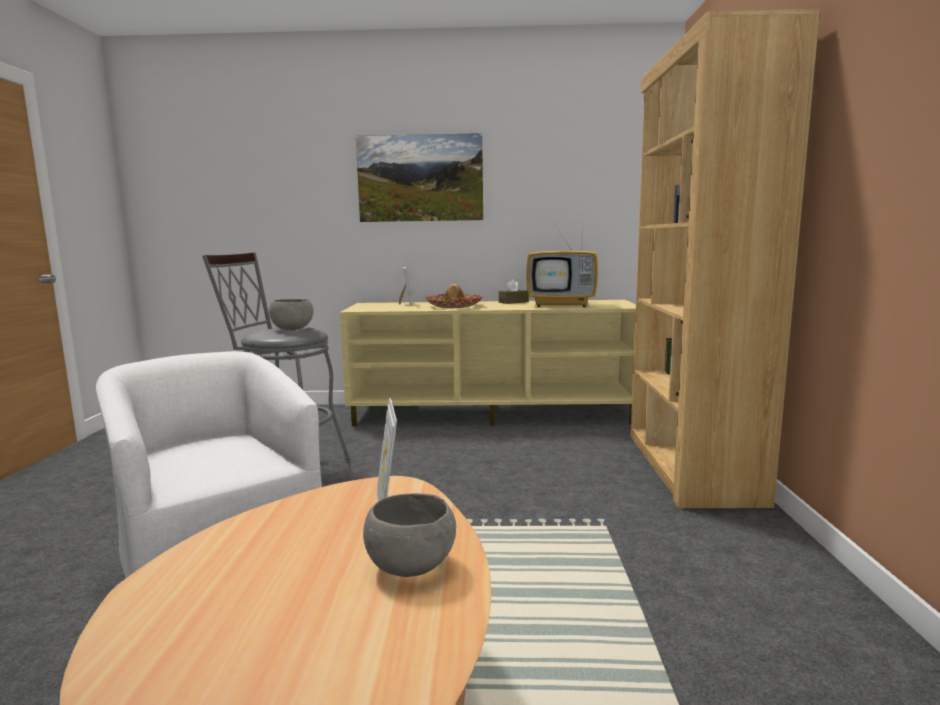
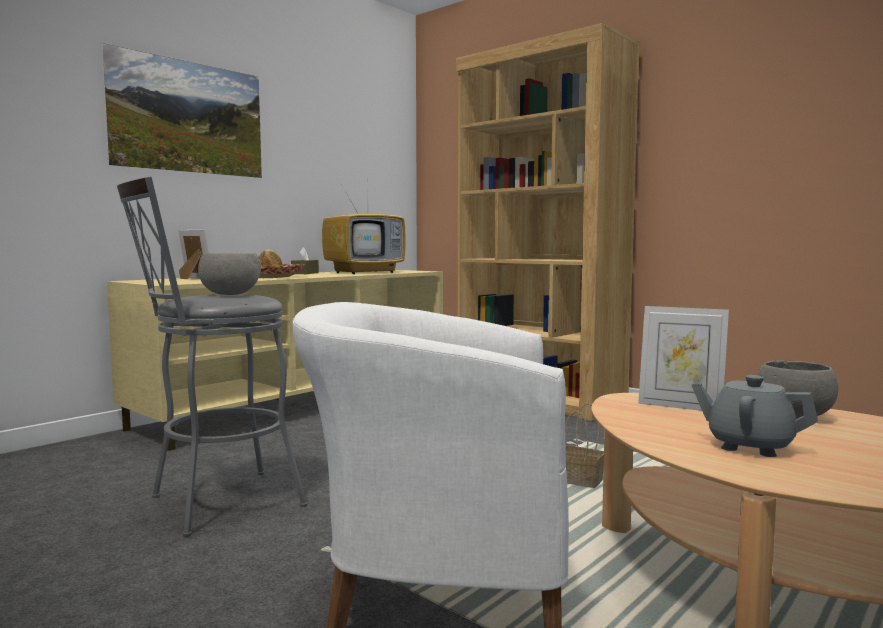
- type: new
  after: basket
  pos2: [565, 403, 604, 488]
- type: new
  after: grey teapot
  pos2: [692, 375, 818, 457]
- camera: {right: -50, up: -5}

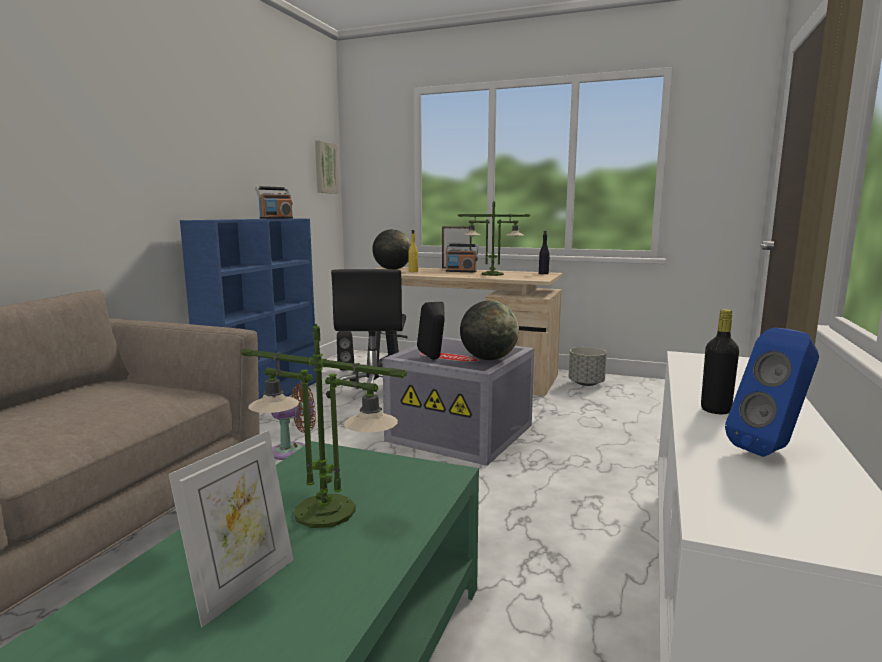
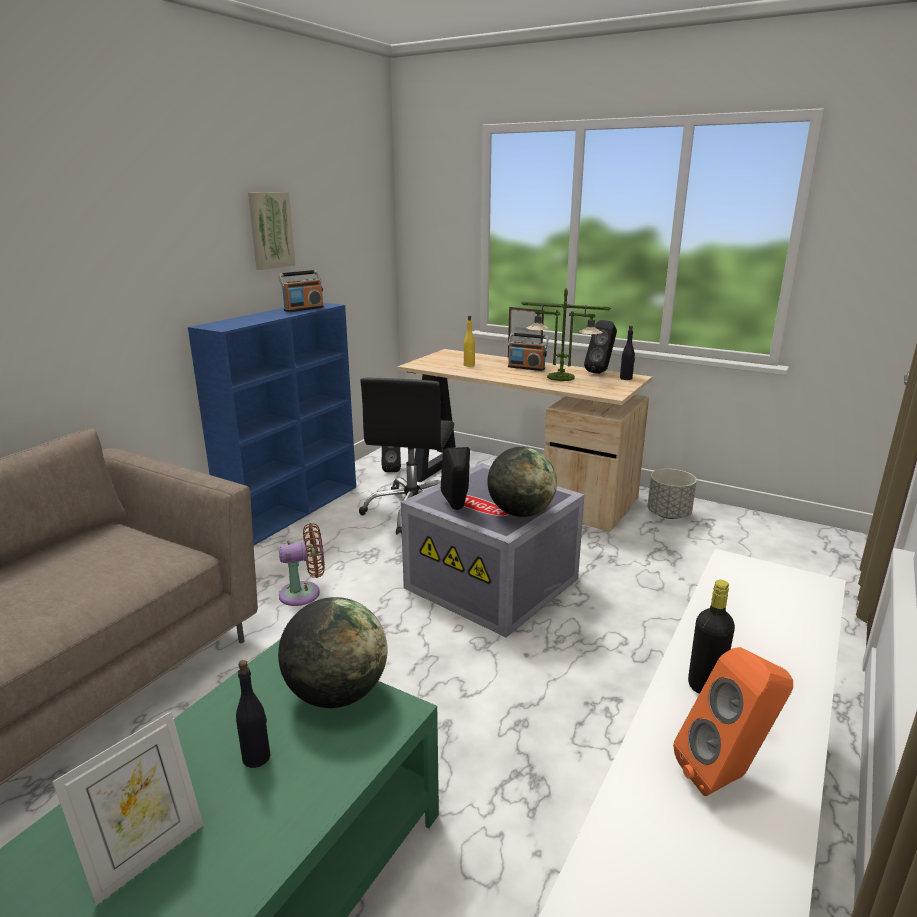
- type: swapped
  before: table lamp
  after: black bottle
  pos1: [241, 324, 407, 528]
  pos2: [236, 660, 270, 768]
- type: shifted
  before: picture
  pos1: [315, 141, 339, 194]
  pos2: [248, 192, 295, 270]
- type: shifted
  before: globe
  pos1: [372, 229, 411, 269]
  pos2: [278, 597, 388, 708]
- type: repainted
  before: blue speaker
  after: orange speaker
  pos1: [725, 327, 819, 457]
  pos2: [673, 647, 793, 796]
- type: new
  after: black speaker
  pos2: [584, 320, 617, 374]
- camera: {right: 10, up: 10}

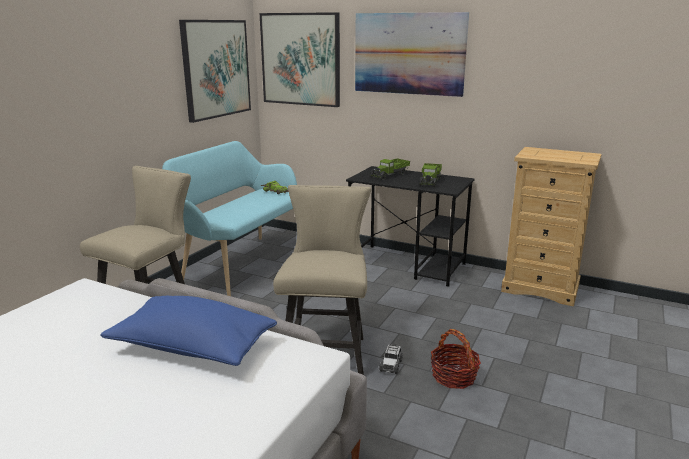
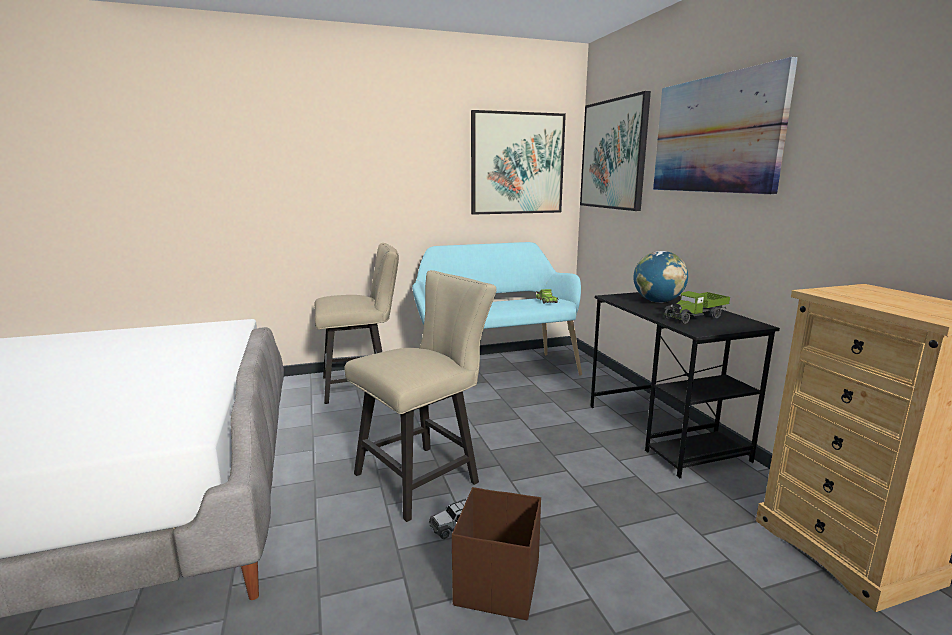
- type: gone
  before: blue pillow
  pos1: [100, 296, 277, 366]
- type: swapped
  before: toy truck
  after: globe
  pos1: [370, 158, 410, 180]
  pos2: [633, 251, 688, 303]
- type: swapped
  before: basket
  after: brown storage box
  pos1: [430, 329, 481, 389]
  pos2: [452, 487, 541, 620]
- camera: {right: 45, up: -5}

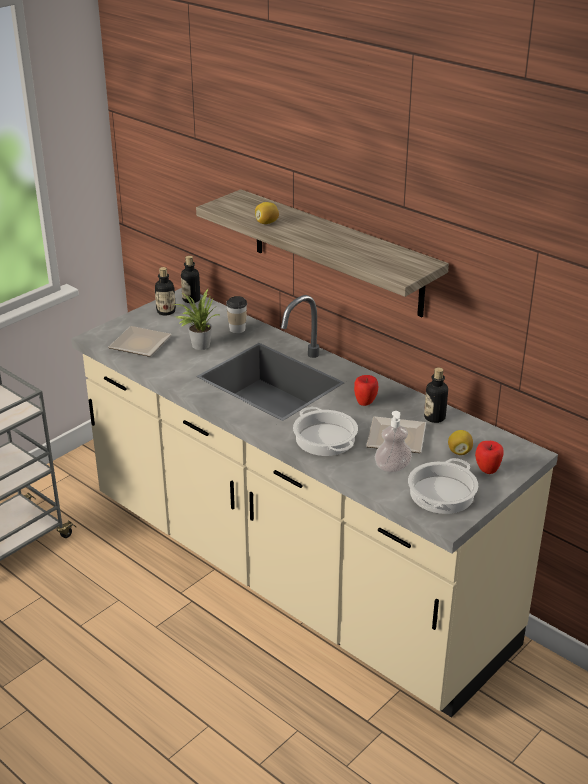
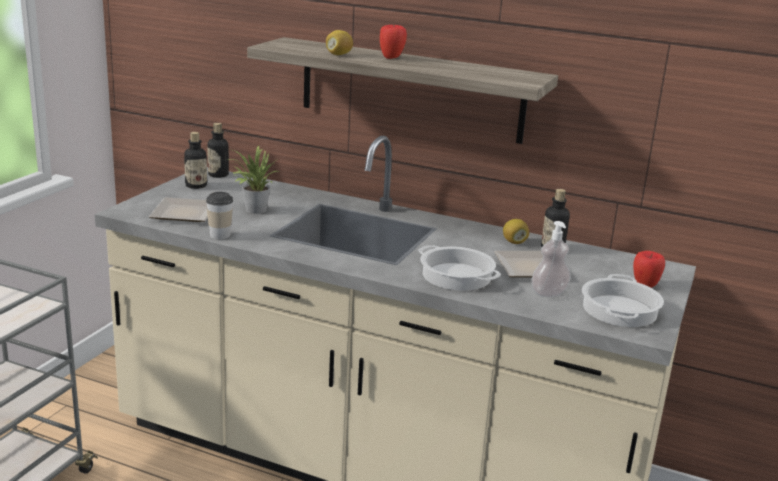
- type: shifted
  before: cup
  pos1: [226, 296, 247, 333]
  pos2: [206, 192, 233, 239]
- type: shifted
  before: apple
  pos1: [354, 375, 378, 406]
  pos2: [380, 25, 407, 59]
- type: shifted
  before: lemon
  pos1: [448, 430, 473, 455]
  pos2: [503, 219, 529, 244]
- camera: {right: -20, up: -10}

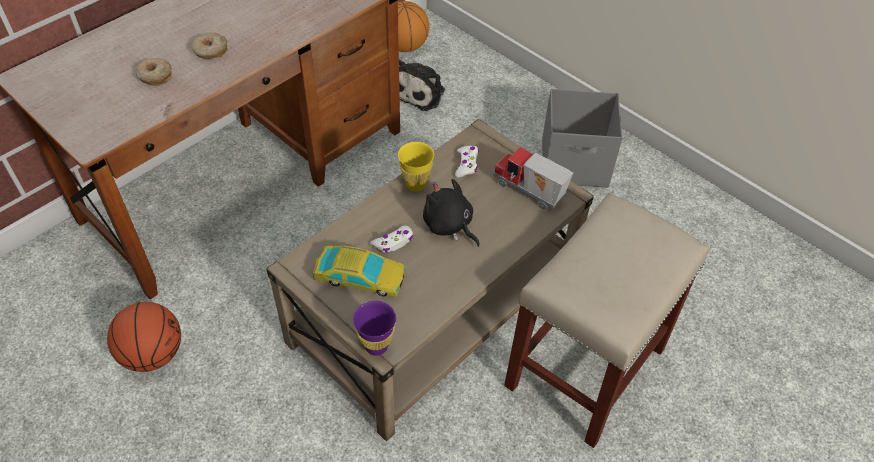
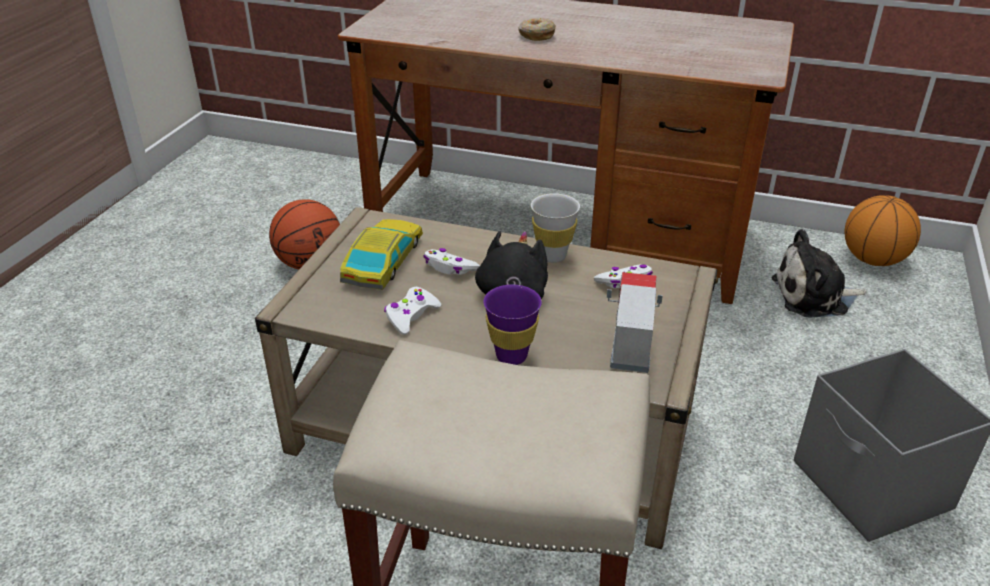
- type: gone
  before: donut
  pos1: [136, 58, 172, 86]
- type: rotated
  before: toy car
  pos1: [313, 246, 406, 297]
  pos2: [340, 219, 423, 290]
  turn: -150
- type: shifted
  before: purple cup
  pos1: [353, 301, 396, 356]
  pos2: [484, 285, 542, 365]
- type: repainted
  before: yellow cup
  after: white cup
  pos1: [398, 142, 434, 192]
  pos2: [531, 193, 580, 263]
- type: new
  after: white game controller
  pos2: [384, 287, 441, 335]
- camera: {right: 65, up: -15}

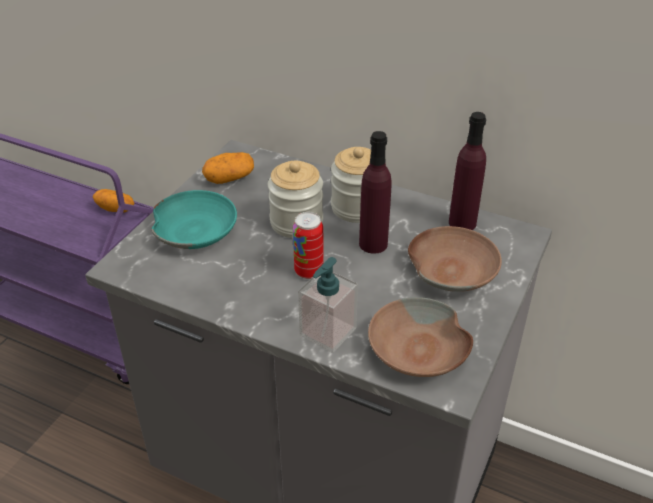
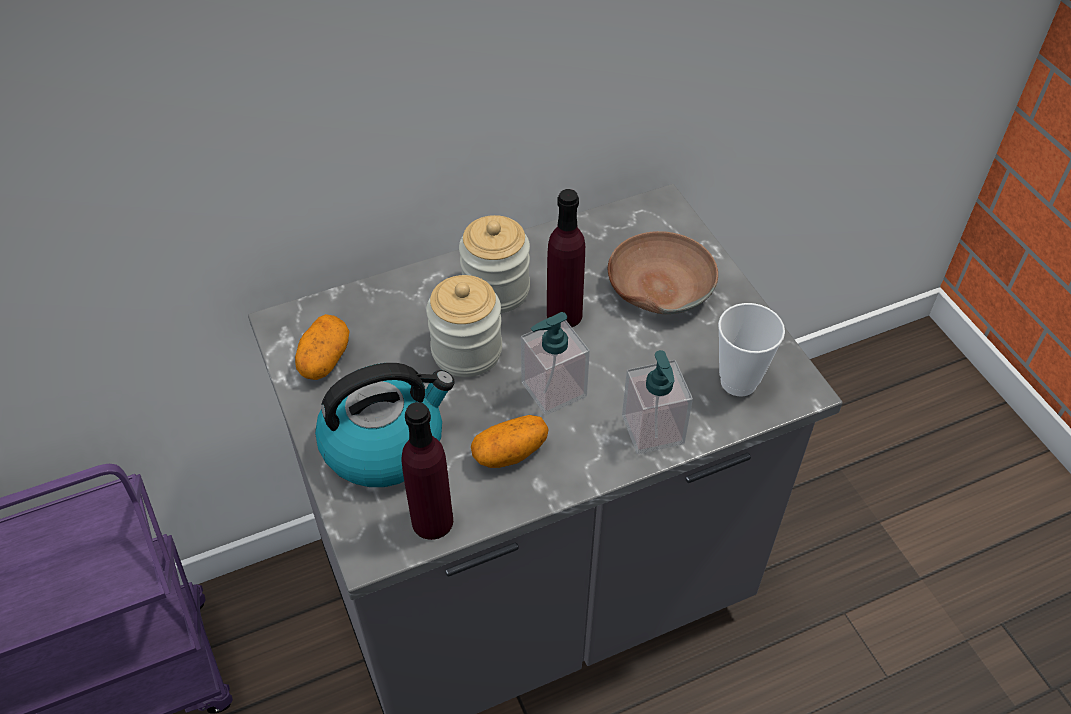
- type: shifted
  before: potato
  pos1: [93, 189, 134, 213]
  pos2: [471, 415, 549, 468]
- type: swapped
  before: turquoise bowl
  after: kettle
  pos1: [151, 190, 237, 249]
  pos2: [315, 363, 455, 487]
- type: swapped
  before: can
  after: soap dispenser
  pos1: [293, 212, 323, 279]
  pos2: [521, 312, 590, 415]
- type: swapped
  before: brown bowl
  after: cup
  pos1: [368, 297, 473, 377]
  pos2: [718, 303, 785, 396]
- type: shifted
  before: purple bottle
  pos1: [449, 112, 486, 230]
  pos2: [402, 402, 453, 540]
- camera: {right: -50, up: 10}

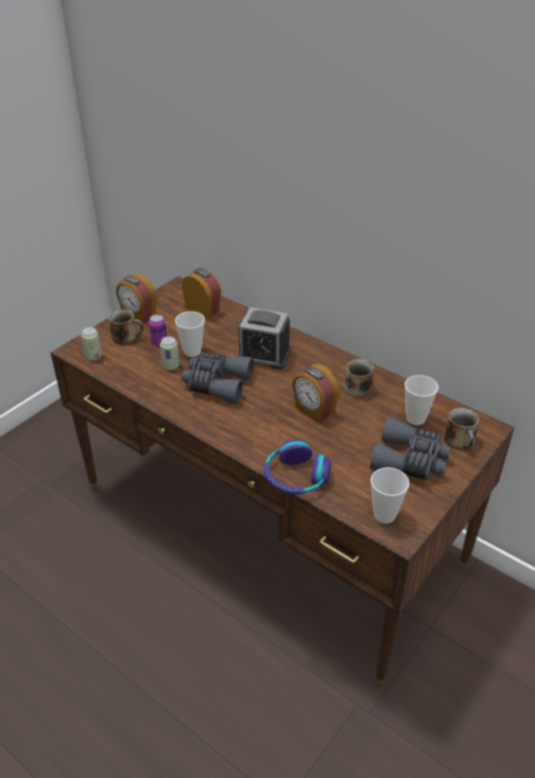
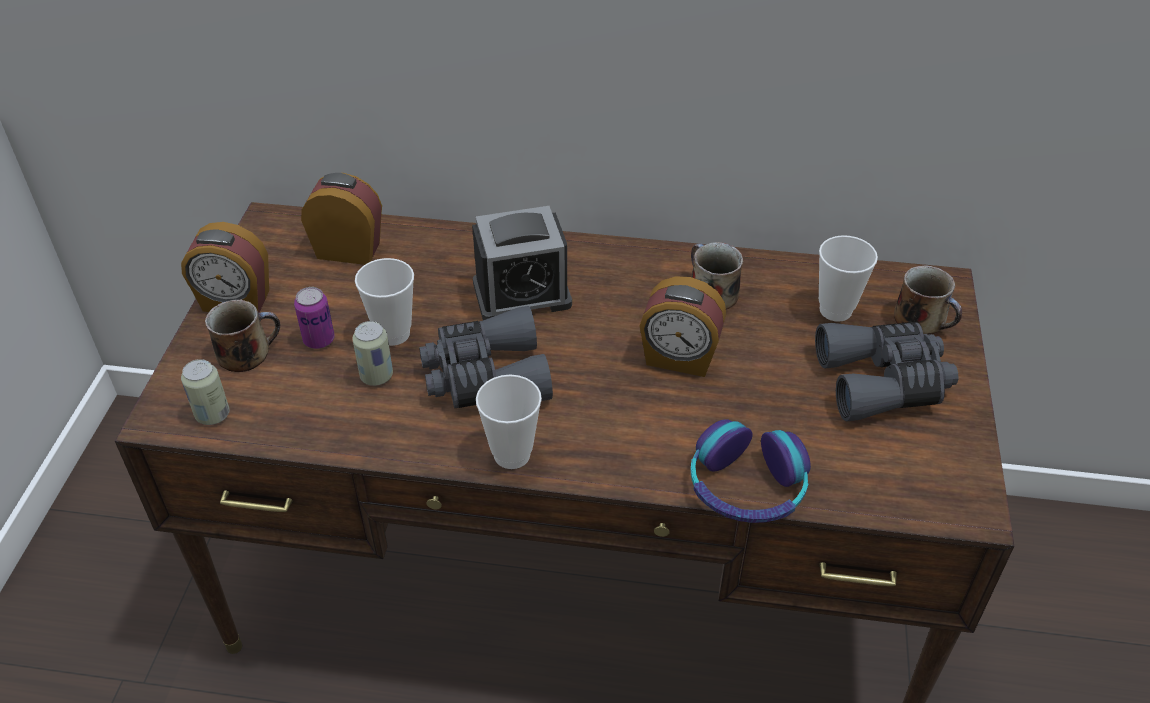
- type: shifted
  before: cup
  pos1: [371, 467, 409, 524]
  pos2: [476, 375, 542, 469]
- camera: {right: -30, up: 5}

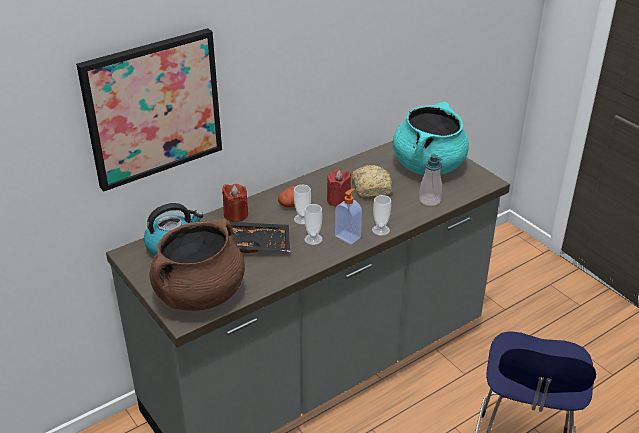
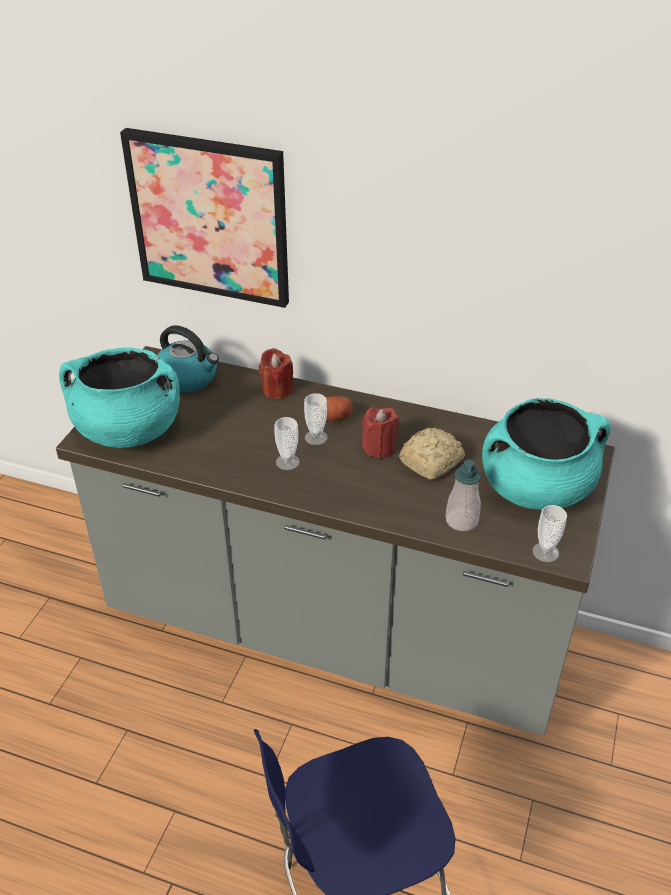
- type: repainted
  before: brown cooking pot
  after: turquoise cooking pot
  pos1: [150, 219, 245, 311]
  pos2: [59, 347, 180, 448]
- type: gone
  before: black tray
  pos1: [228, 221, 290, 253]
- type: gone
  before: soap dispenser
  pos1: [335, 188, 362, 244]
- type: shifted
  before: cup
  pos1: [372, 195, 391, 236]
  pos2: [532, 505, 567, 562]
- camera: {right: 55, up: 5}

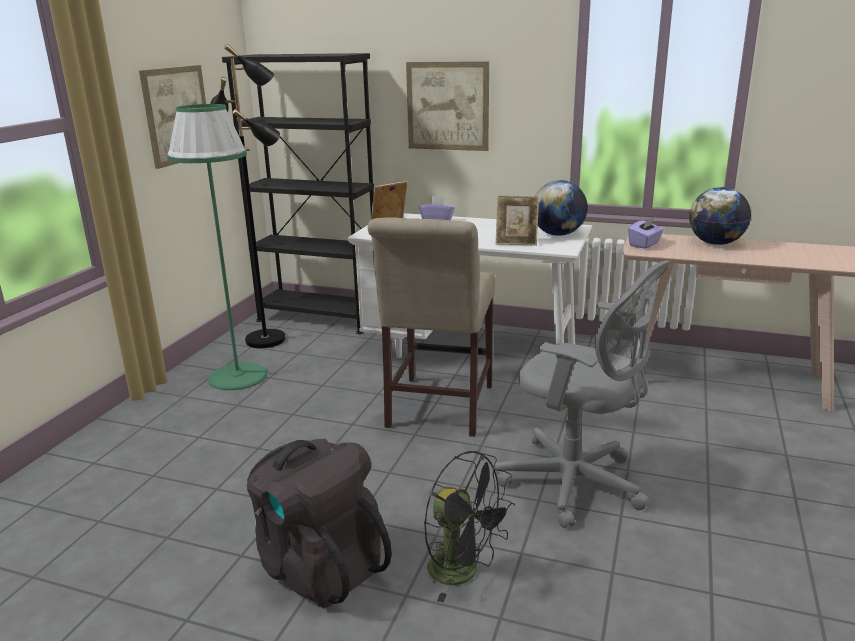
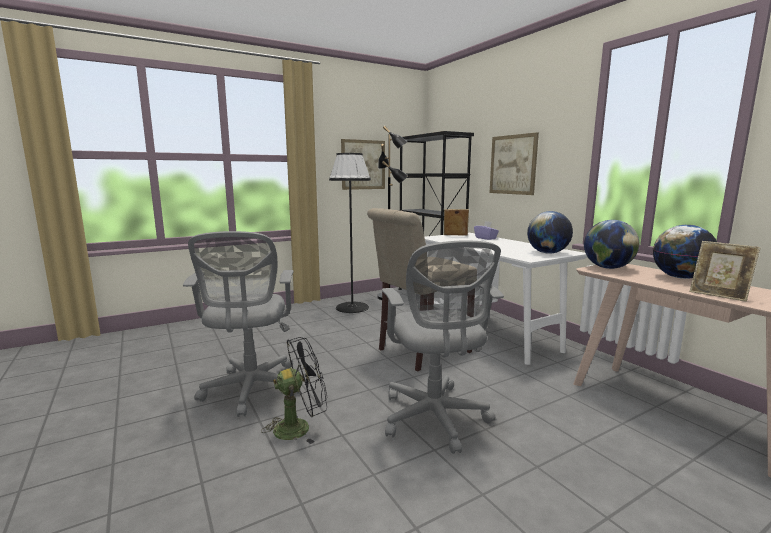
- type: repainted
  before: green floor lamp
  after: black floor lamp
  pos1: [167, 104, 267, 390]
  pos2: [329, 153, 371, 313]
- type: swapped
  before: black backpack
  after: grey office chair
  pos1: [247, 439, 392, 608]
  pos2: [183, 231, 300, 417]
- type: rotated
  before: black fan
  pos1: [424, 451, 515, 602]
  pos2: [261, 337, 327, 444]
  turn: -105
- type: shifted
  before: picture frame
  pos1: [496, 195, 539, 246]
  pos2: [689, 241, 761, 302]
- type: swapped
  before: purple tissue box
  after: globe
  pos1: [628, 217, 664, 249]
  pos2: [584, 220, 639, 269]
- camera: {right: 40, up: -10}

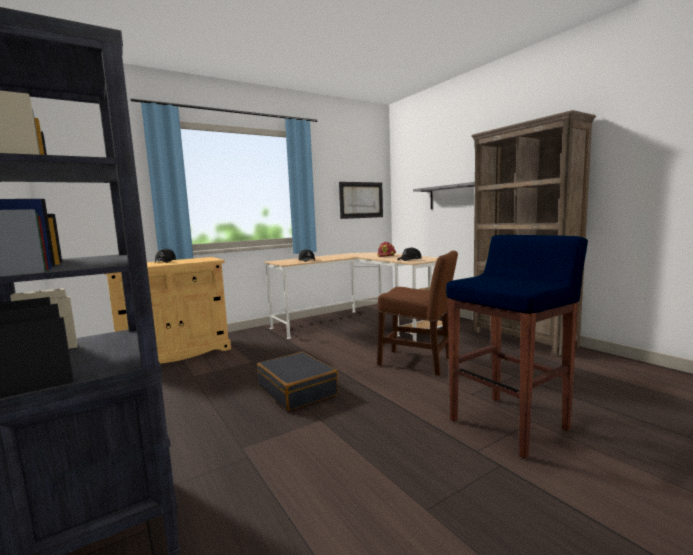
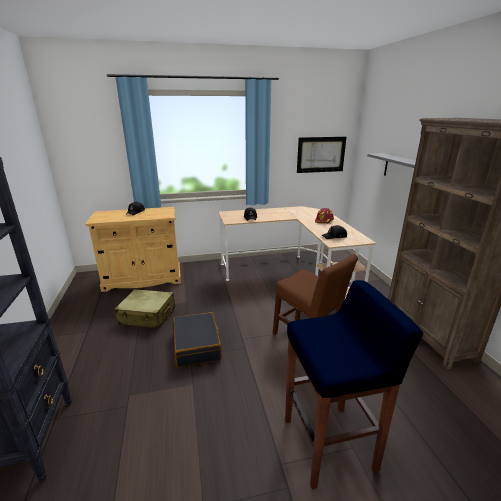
- type: new
  after: beige suitcase
  pos2: [114, 289, 176, 329]
- camera: {right: 20, up: 15}

